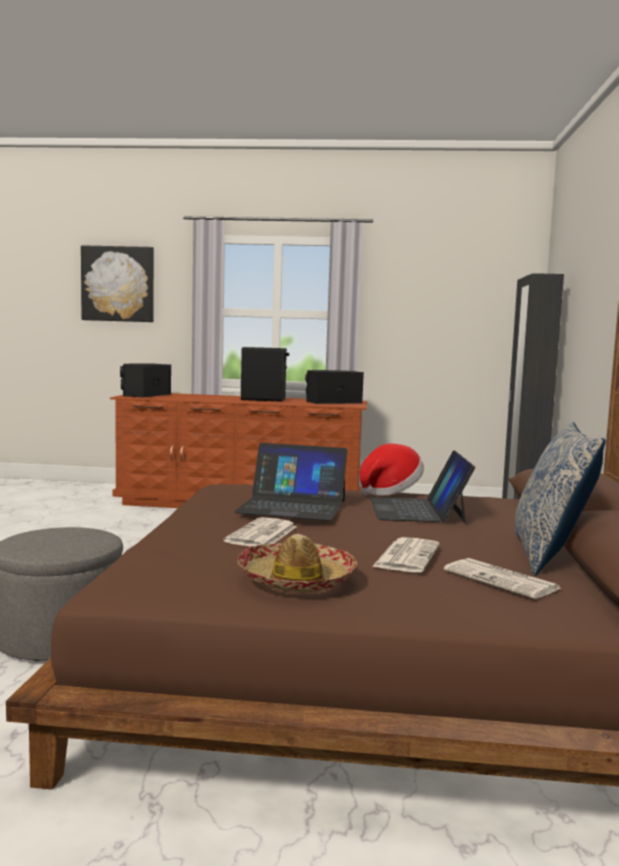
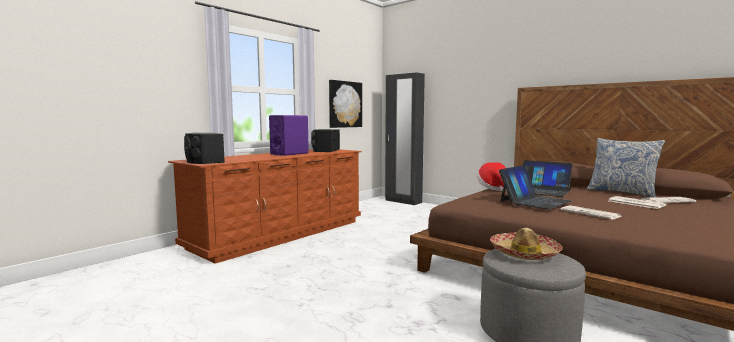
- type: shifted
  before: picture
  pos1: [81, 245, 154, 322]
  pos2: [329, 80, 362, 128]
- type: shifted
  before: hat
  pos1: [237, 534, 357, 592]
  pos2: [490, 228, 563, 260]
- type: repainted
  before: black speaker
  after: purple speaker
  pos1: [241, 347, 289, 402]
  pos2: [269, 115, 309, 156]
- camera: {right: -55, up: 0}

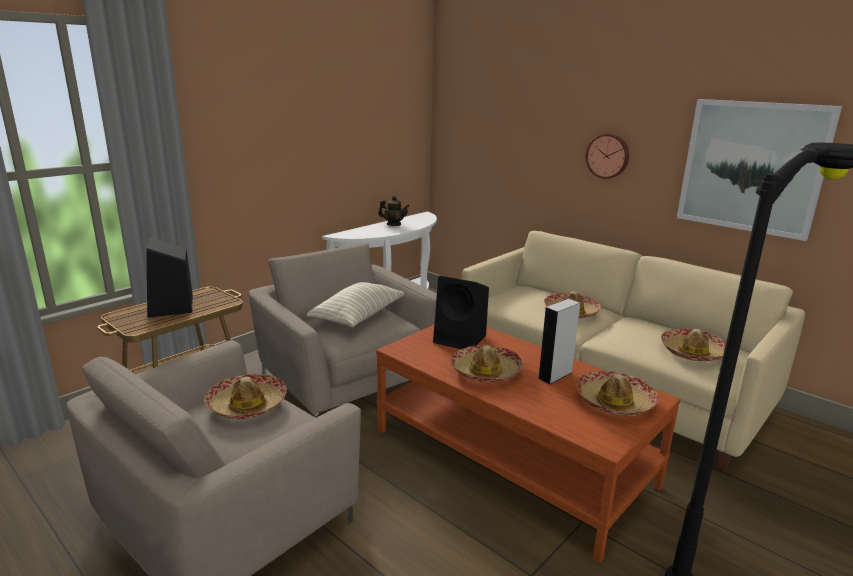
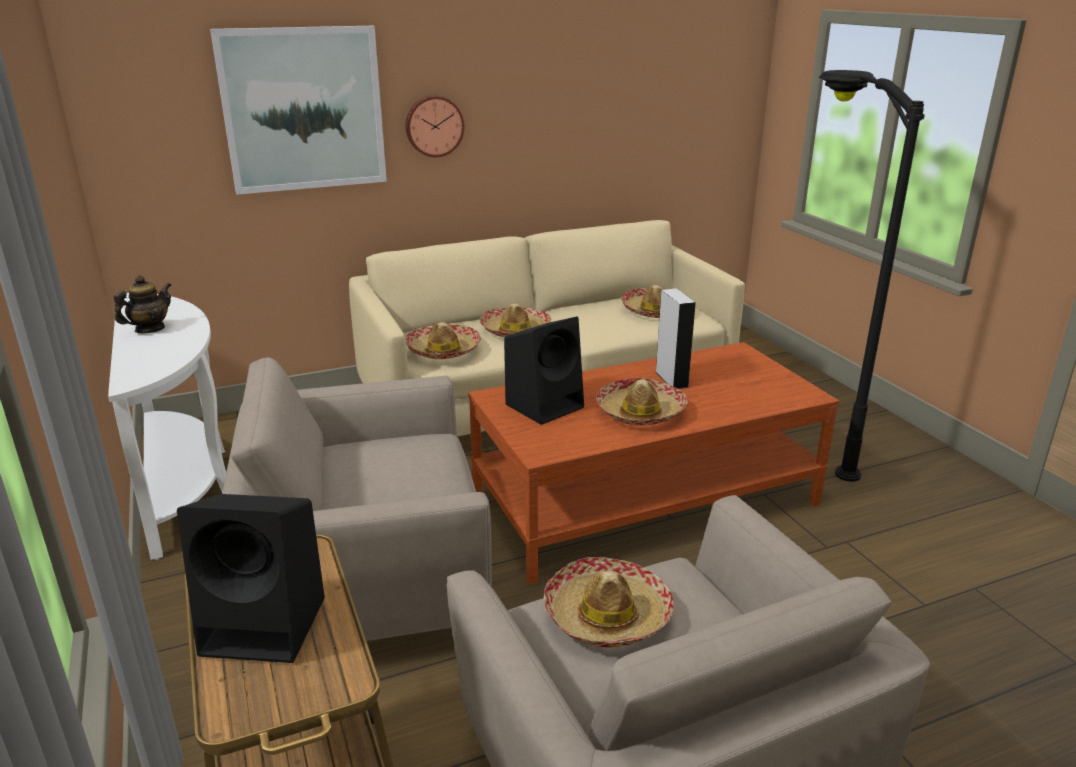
- type: gone
  before: pillow
  pos1: [307, 282, 404, 327]
- type: shifted
  before: hat
  pos1: [576, 371, 659, 416]
  pos2: [405, 322, 481, 359]
- type: shifted
  before: picture
  pos1: [677, 99, 842, 241]
  pos2: [210, 26, 387, 195]
- camera: {right: -65, up: 5}

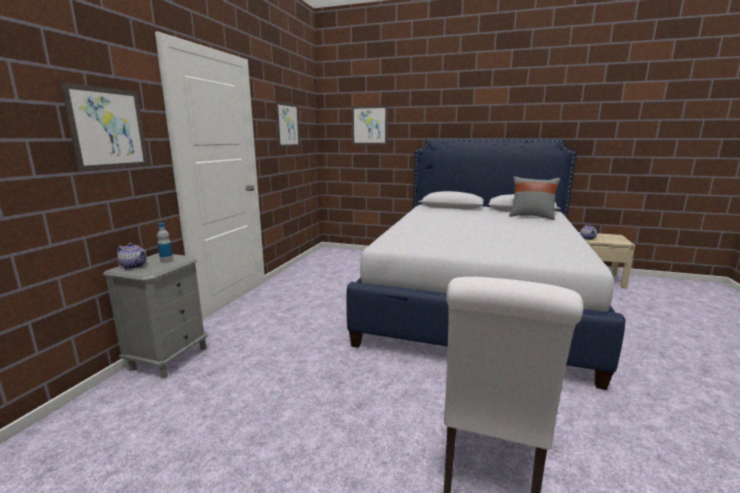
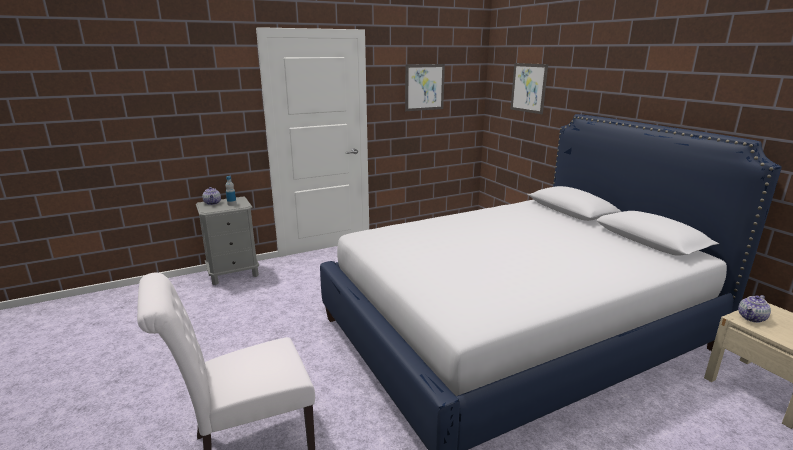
- type: gone
  before: picture
  pos1: [60, 82, 148, 171]
- type: gone
  before: grey pillow
  pos1: [509, 176, 561, 220]
- camera: {right: 45, up: 5}

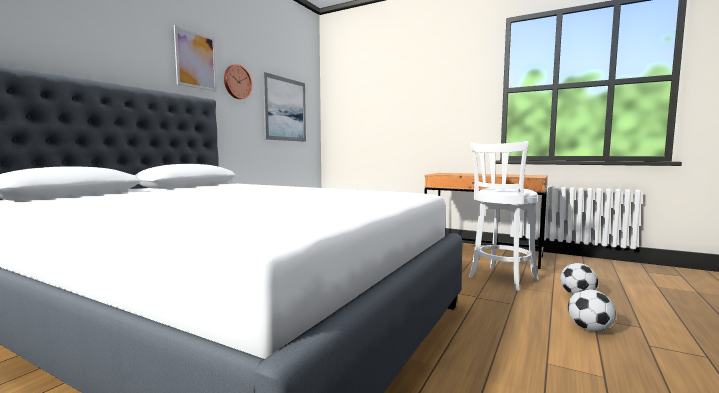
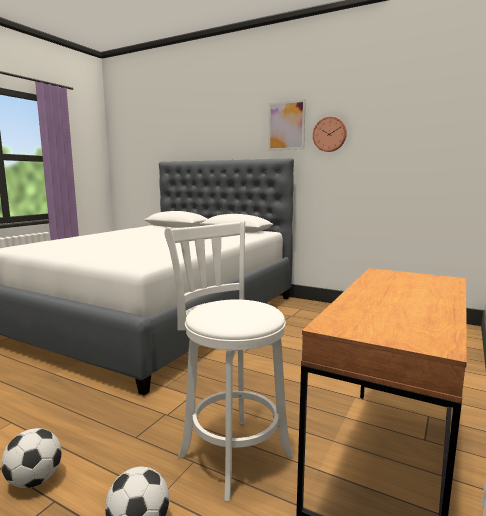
- type: gone
  before: picture
  pos1: [263, 72, 306, 142]
- camera: {right: 90, up: 5}

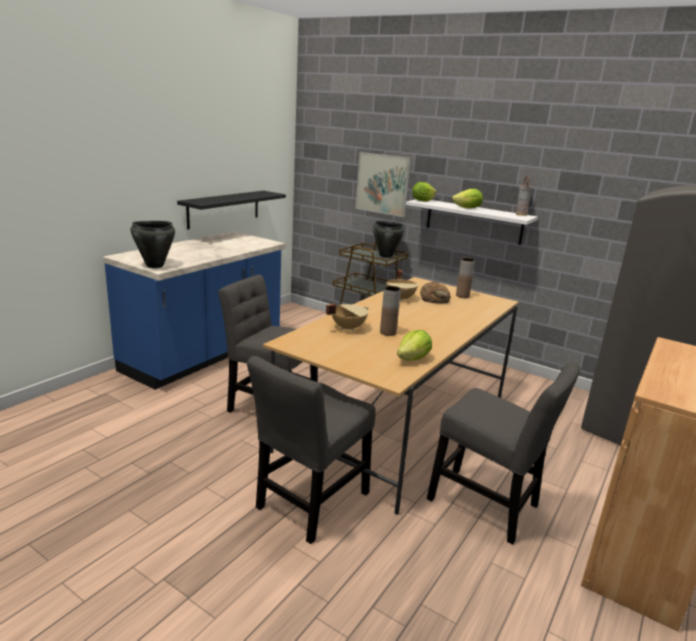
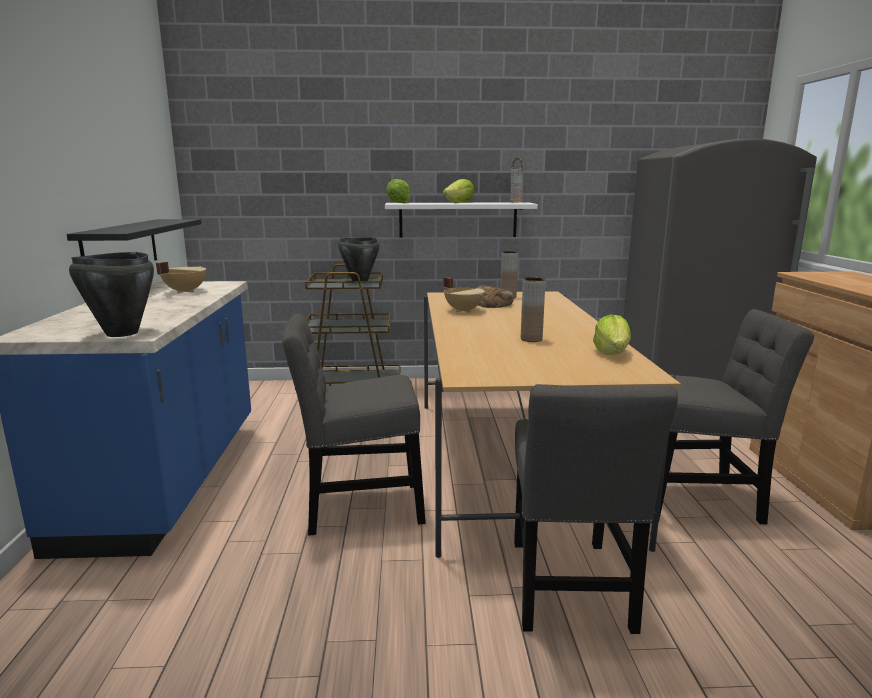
- type: shifted
  before: beige cooking pot
  pos1: [326, 304, 369, 331]
  pos2: [156, 262, 206, 294]
- type: gone
  before: picture
  pos1: [356, 152, 411, 217]
- camera: {right: -35, up: -5}

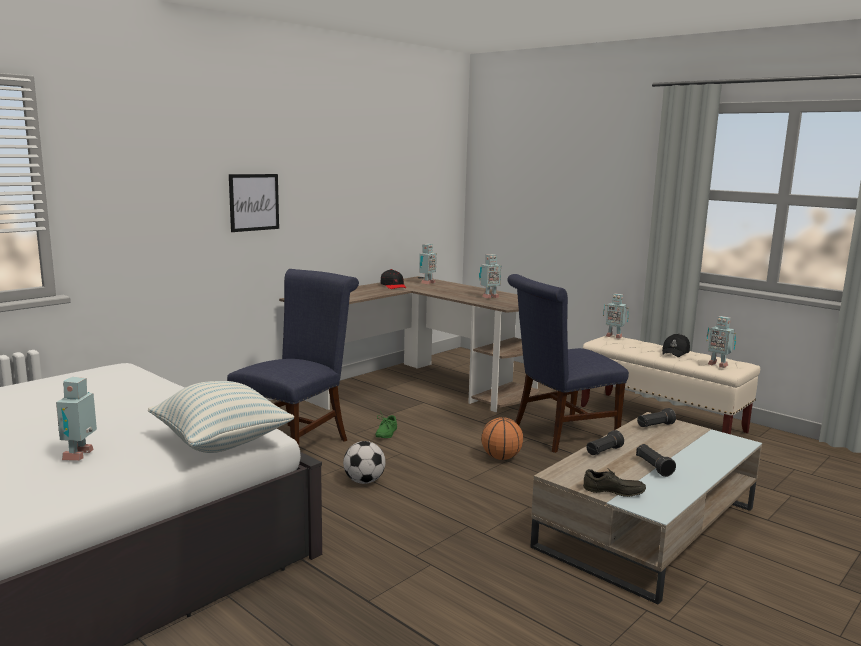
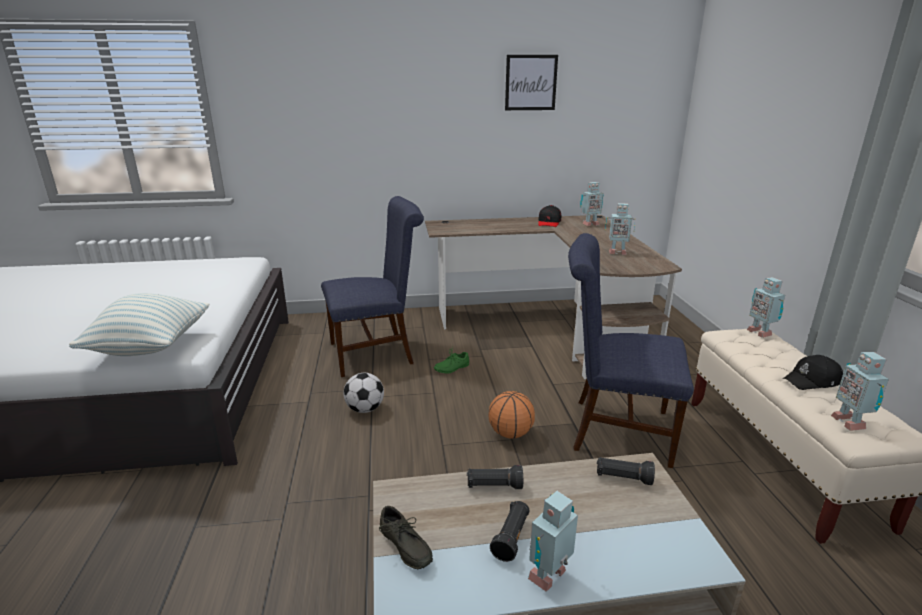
- type: shifted
  before: toy robot
  pos1: [56, 377, 97, 461]
  pos2: [528, 491, 578, 592]
- type: shifted
  before: picture
  pos1: [229, 174, 279, 232]
  pos2: [505, 55, 558, 110]
- camera: {right: 40, up: 10}

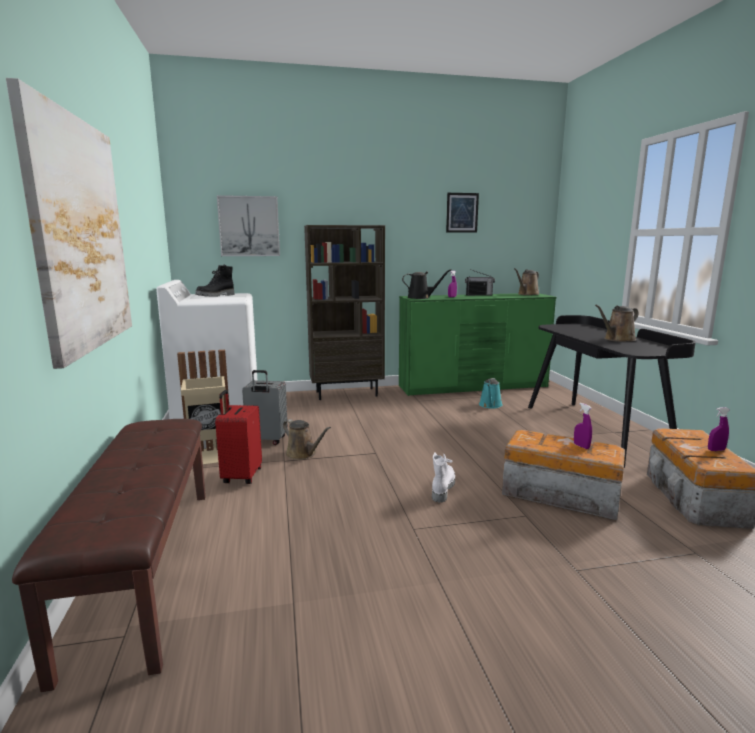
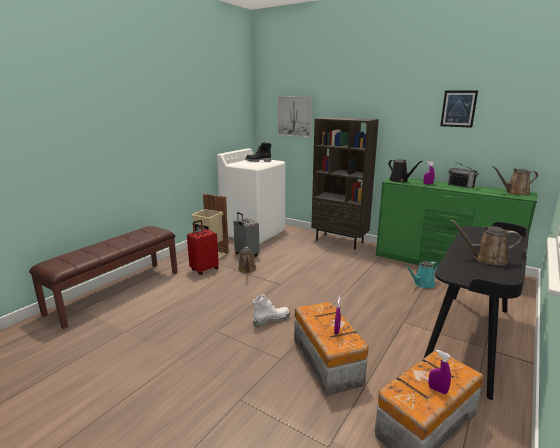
- type: gone
  before: picture
  pos1: [6, 78, 132, 369]
- camera: {right: 45, up: 5}

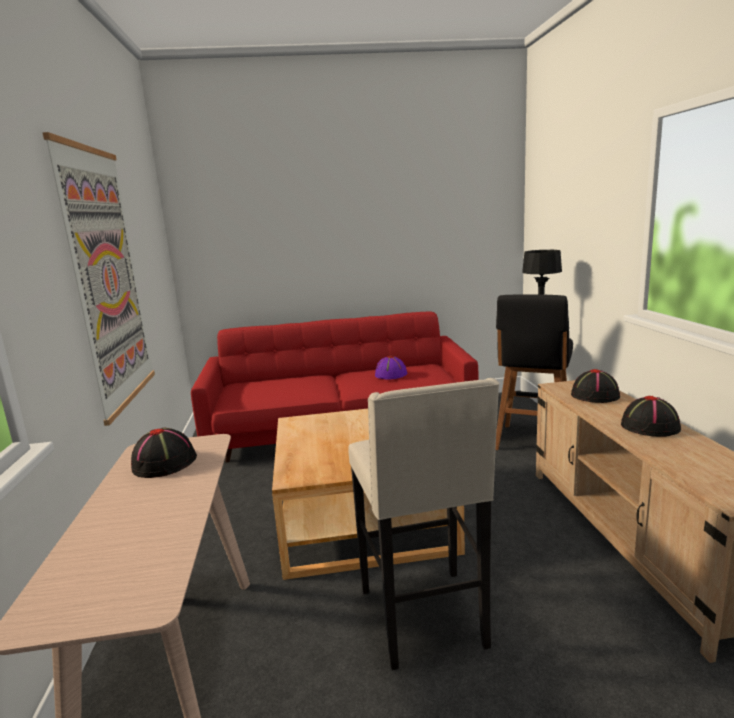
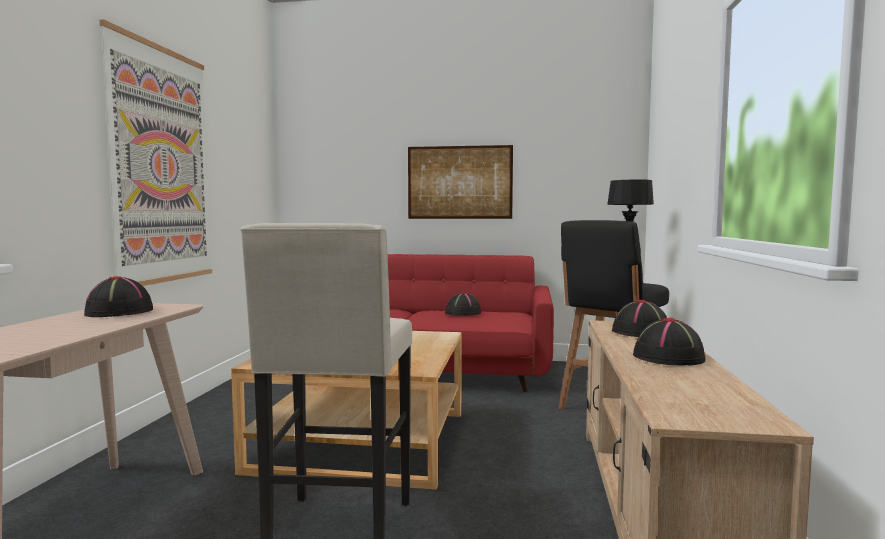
- type: repainted
  before: purple hat
  after: black hat
  pos1: [375, 356, 407, 379]
  pos2: [445, 292, 481, 316]
- type: new
  after: picture
  pos2: [408, 145, 513, 219]
- camera: {right: 15, up: -10}

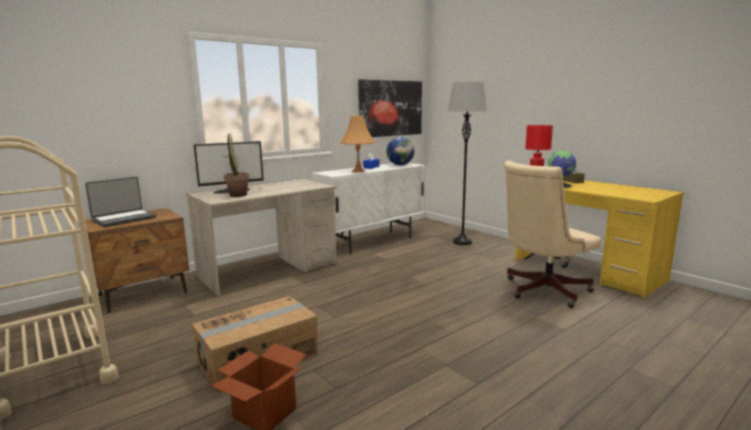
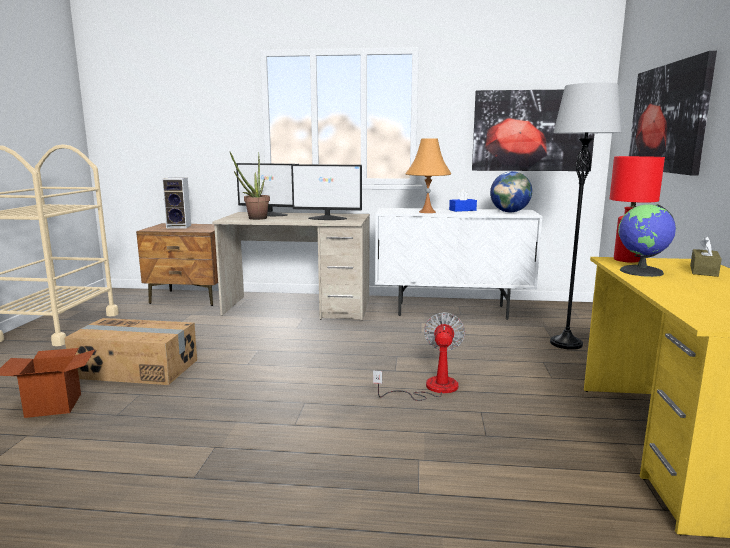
- type: swapped
  before: laptop
  after: speaker
  pos1: [85, 177, 156, 227]
  pos2: [162, 178, 191, 229]
- type: gone
  before: beige office chair
  pos1: [504, 161, 601, 308]
- type: new
  after: monitor
  pos2: [291, 164, 362, 220]
- type: new
  after: fan
  pos2: [373, 312, 465, 401]
- type: new
  after: picture
  pos2: [629, 51, 717, 176]
- camera: {right: 45, up: 0}

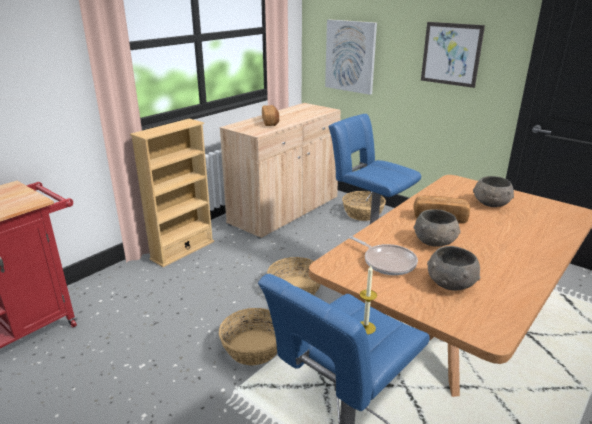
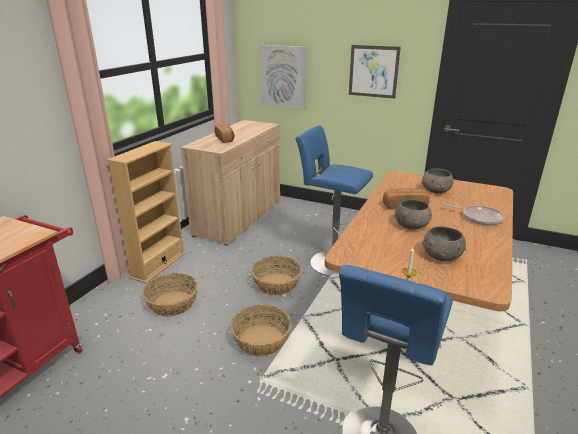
- type: shifted
  before: basket
  pos1: [342, 191, 386, 221]
  pos2: [142, 273, 198, 317]
- type: shifted
  before: frying pan
  pos1: [349, 236, 418, 275]
  pos2: [443, 203, 505, 226]
- camera: {right: -15, up: 0}

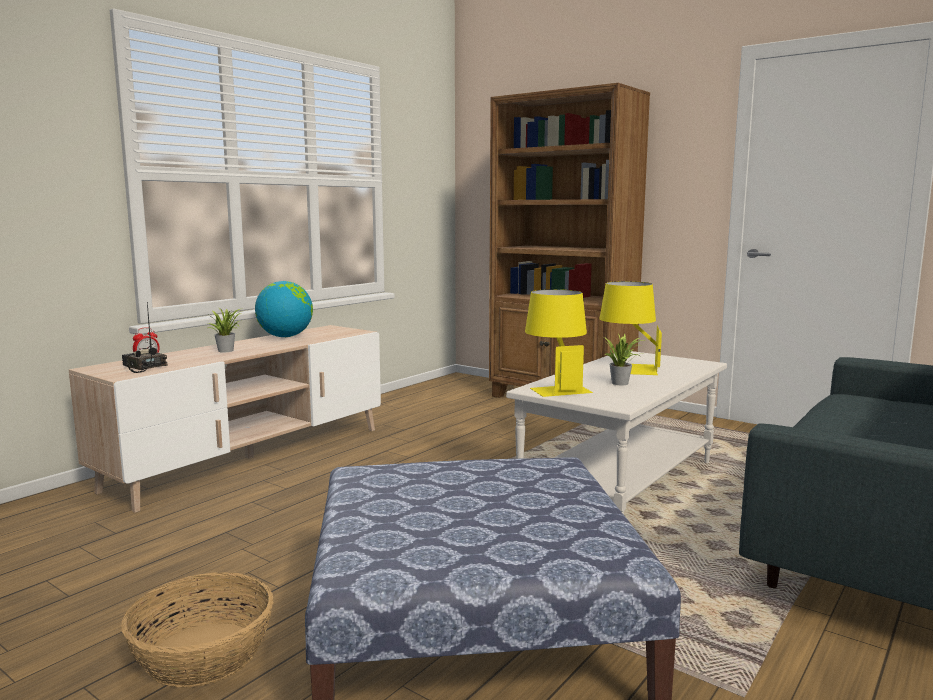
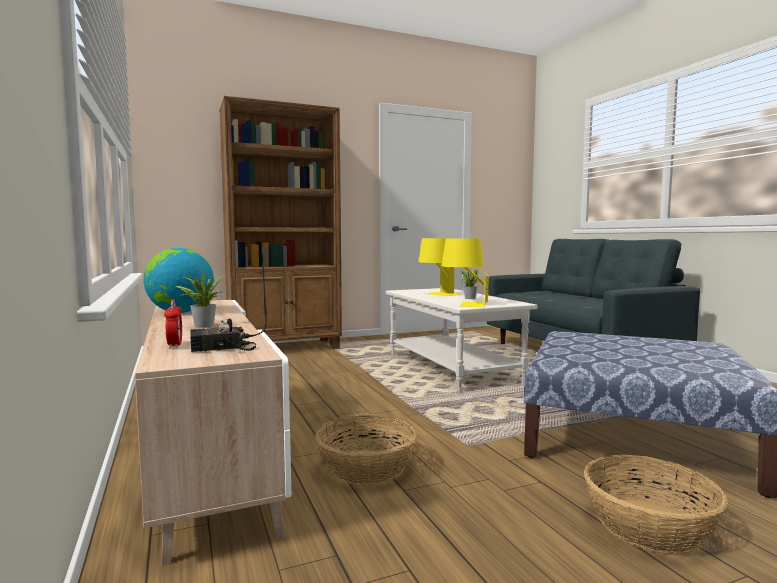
- type: new
  after: basket
  pos2: [315, 414, 417, 485]
- camera: {right: -60, up: -5}

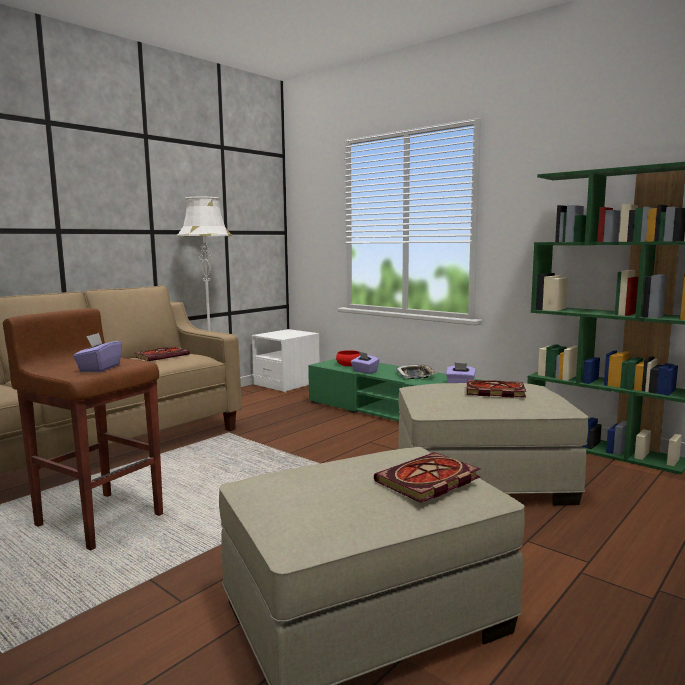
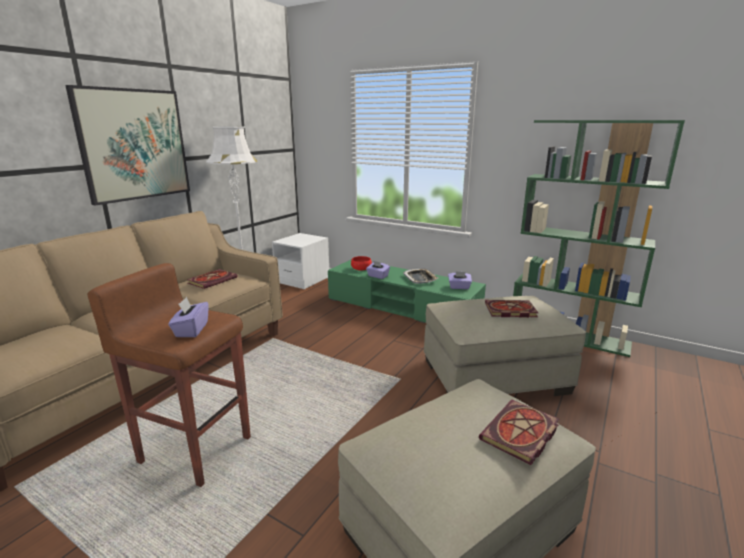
- type: new
  after: picture
  pos2: [65, 85, 190, 206]
- camera: {right: -10, up: 10}

